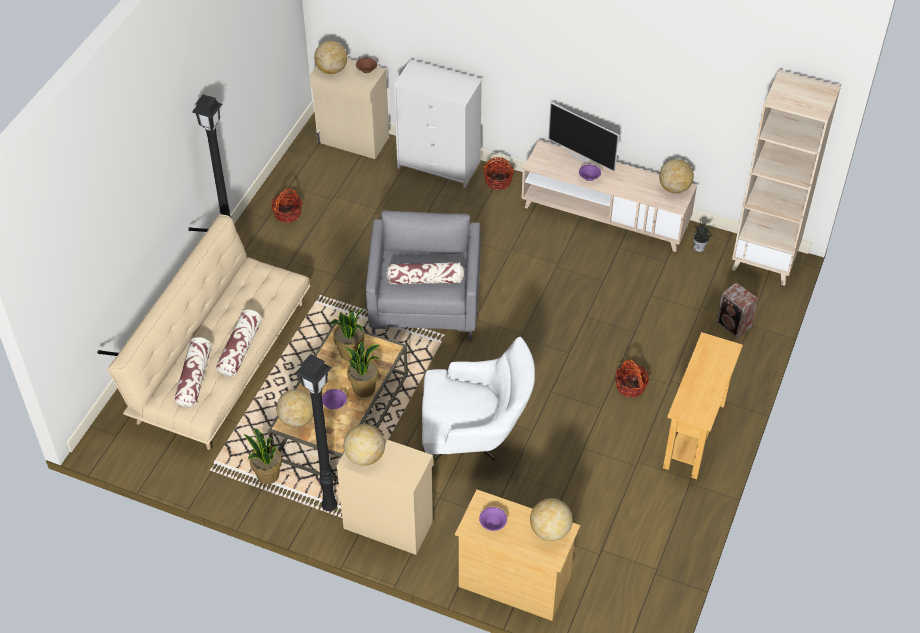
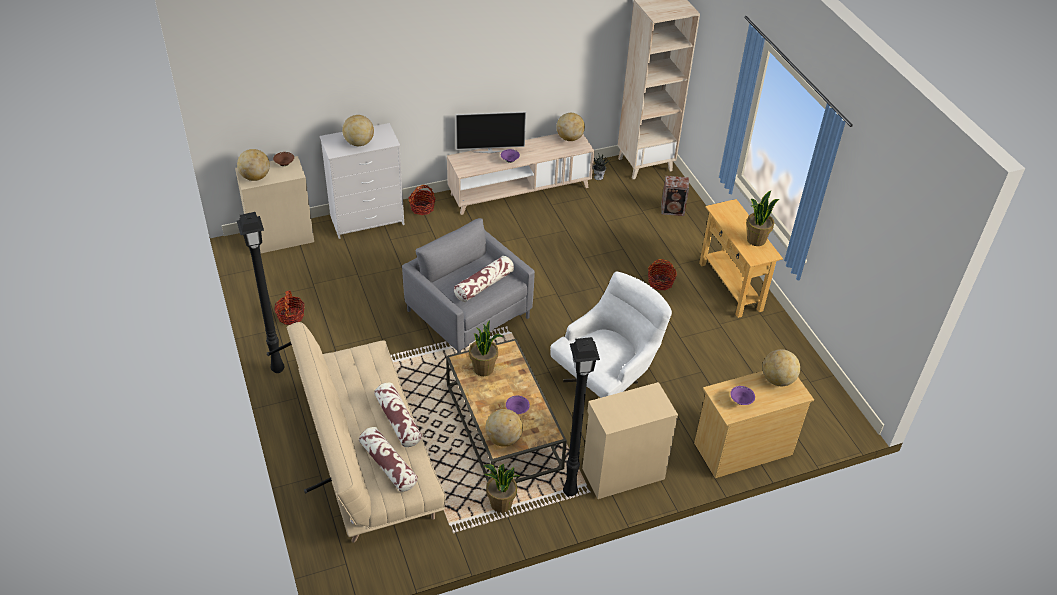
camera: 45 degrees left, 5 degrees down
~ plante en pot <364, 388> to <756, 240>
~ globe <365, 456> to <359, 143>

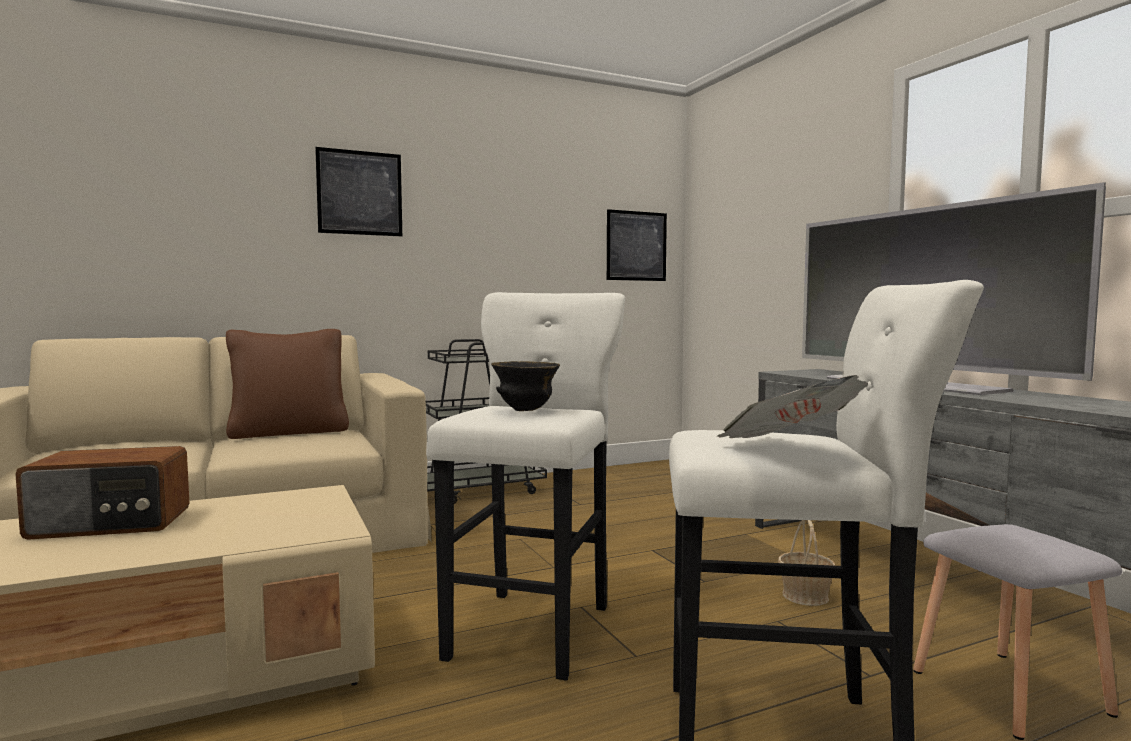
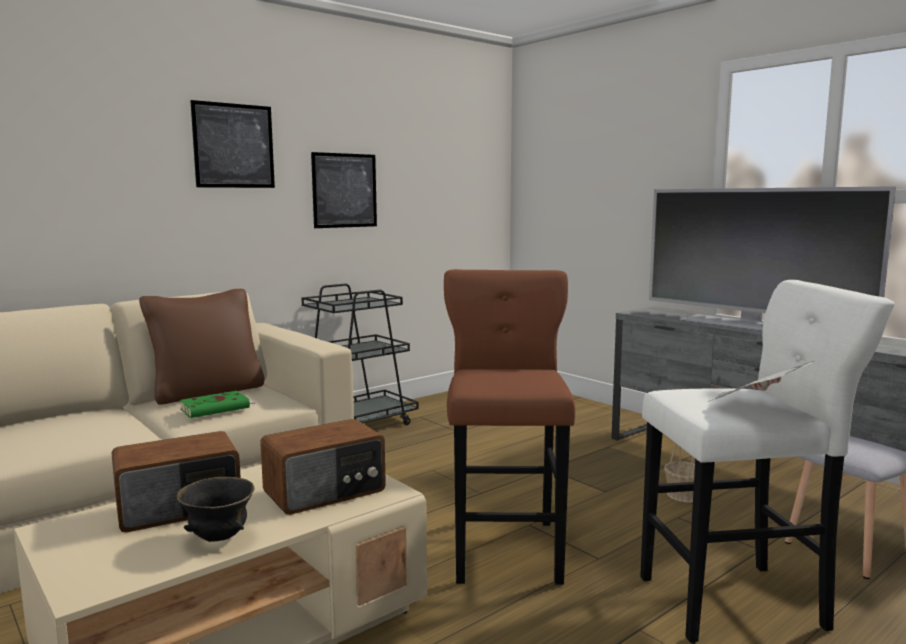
camera: 15 degrees left, 5 degrees up
~ tabouret (blanc) <533, 627> to tabouret (marron) <506, 547>
~ bol (noir) <525, 411> to <219, 538>
~ tableau <636, 246> to <344, 190>
+ livre (vert) <217, 408>
+ radio <326, 492>

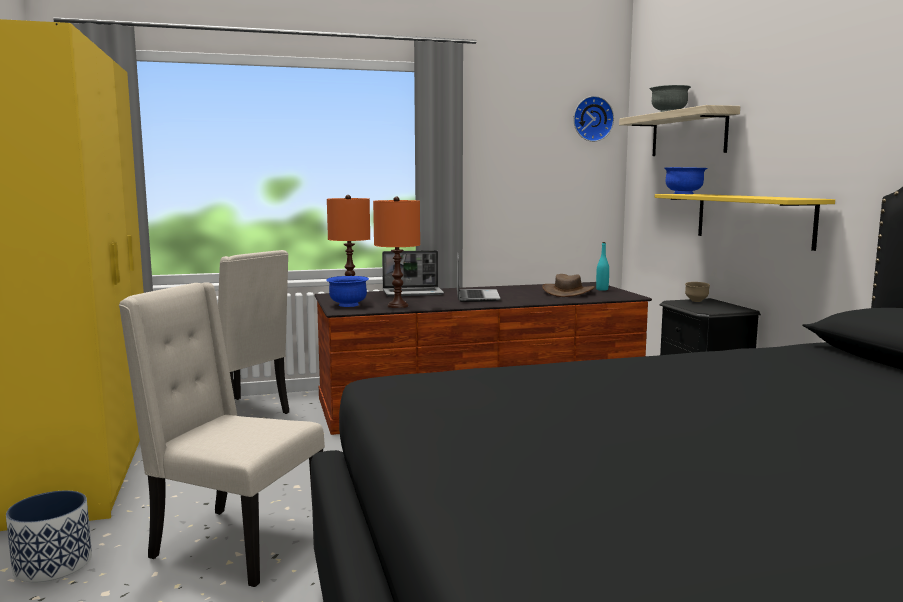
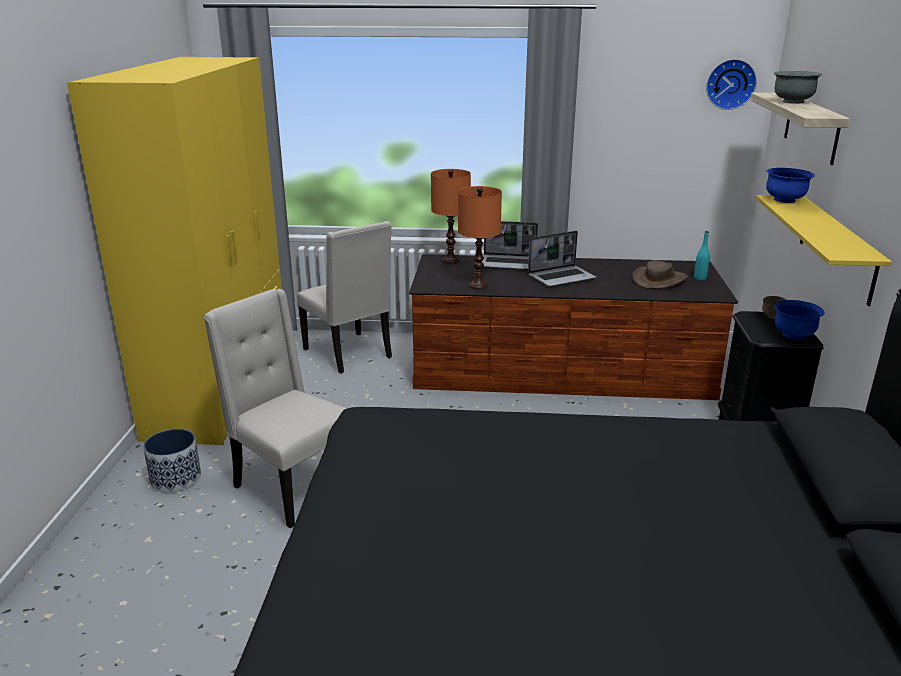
camera: 20 degrees right, 15 degrees up
~ bol (bleu) <348, 305> to <793, 335>
~ ordinateur portable <476, 297> = <562, 277> 45 degrees clockwise

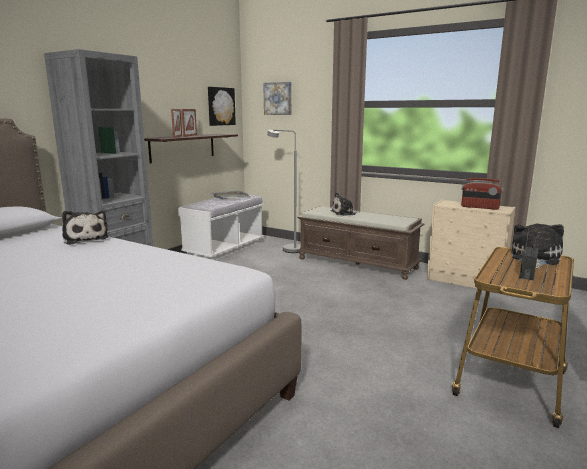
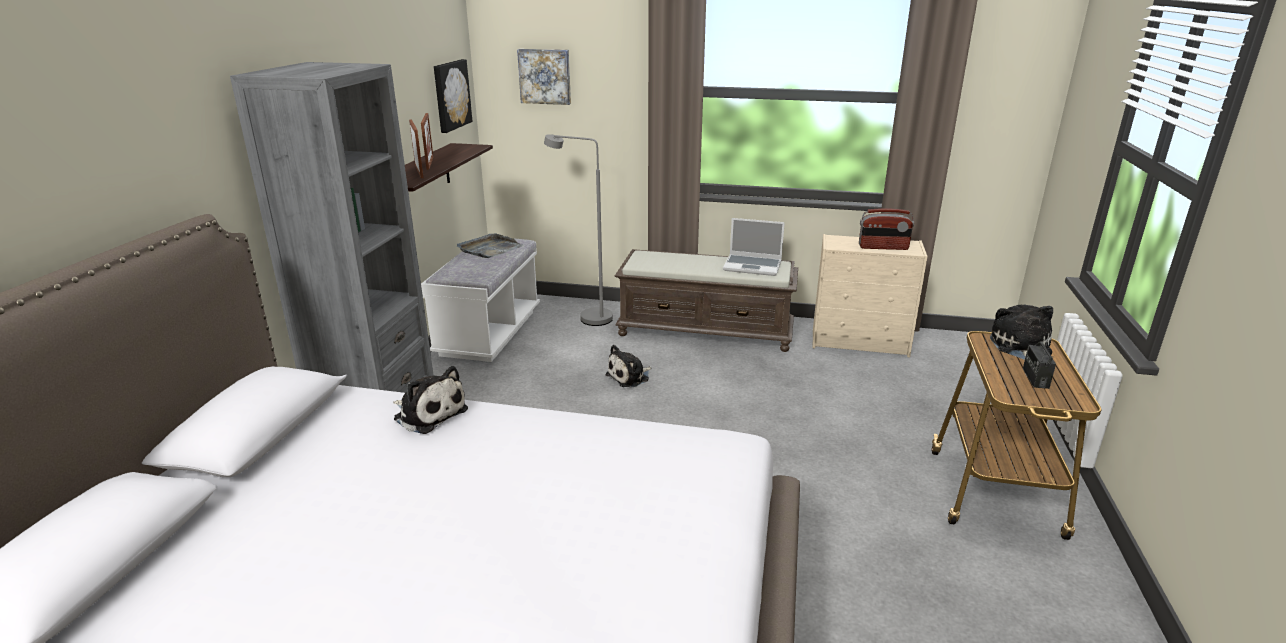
camera: 20 degrees left, 10 degrees up
~ peluche <344, 213> to <630, 377>
+ ordinateur portable <753, 266>

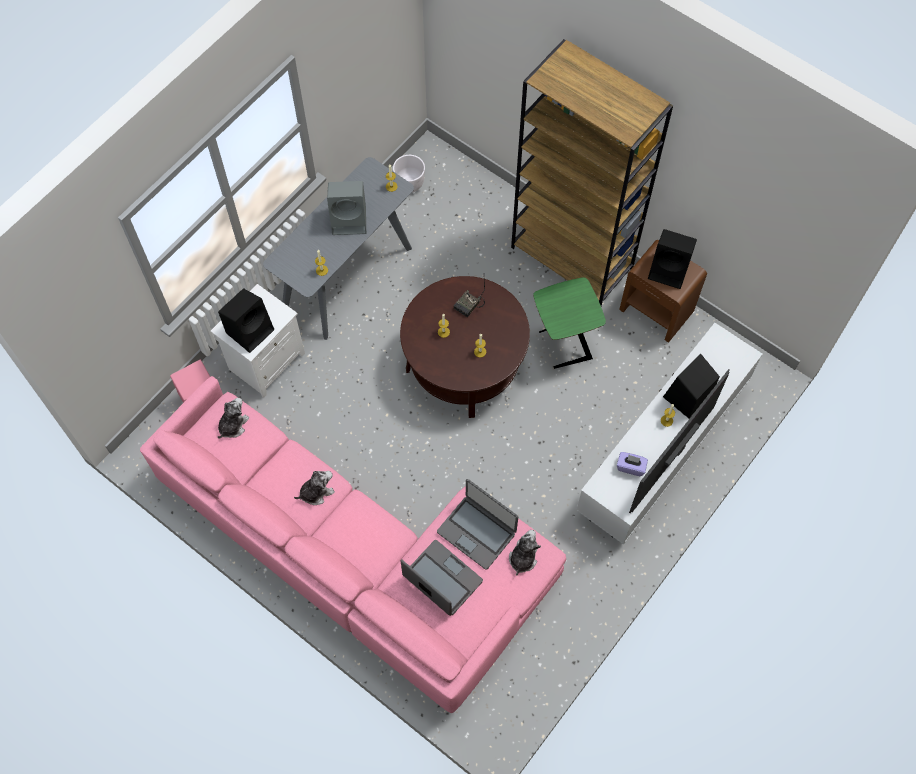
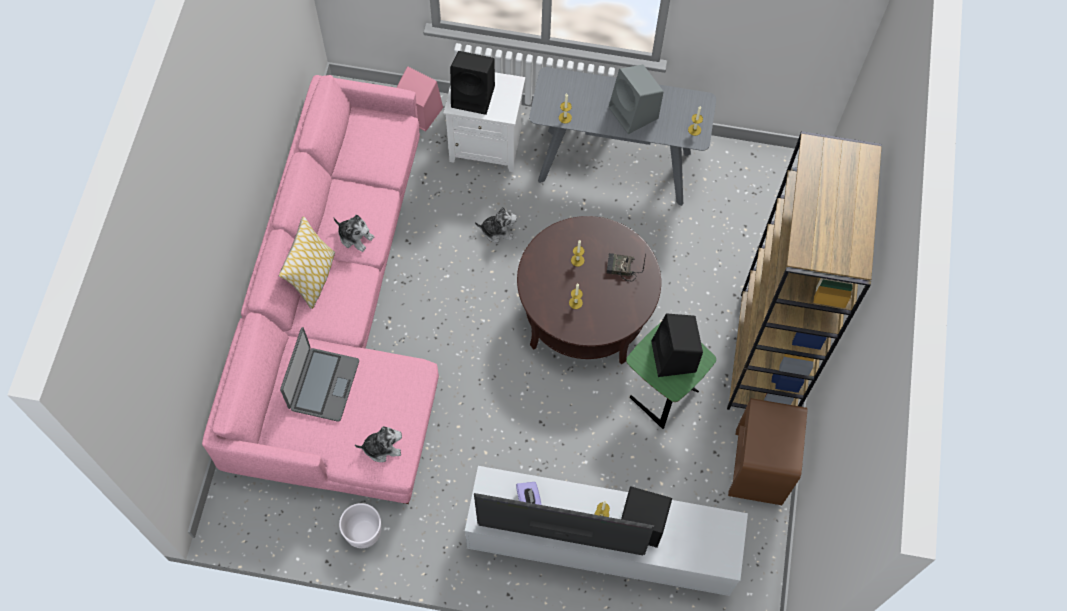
camera: 60 degrees right, 0 degrees up
~ peluche <233, 425> to <497, 230>
~ cache-pot (blanc) <409, 184> to <363, 532>
- ordinateur portable <477, 532>
~ enceinte (noir) <670, 270> to <674, 358>
+ coussin <313, 278>

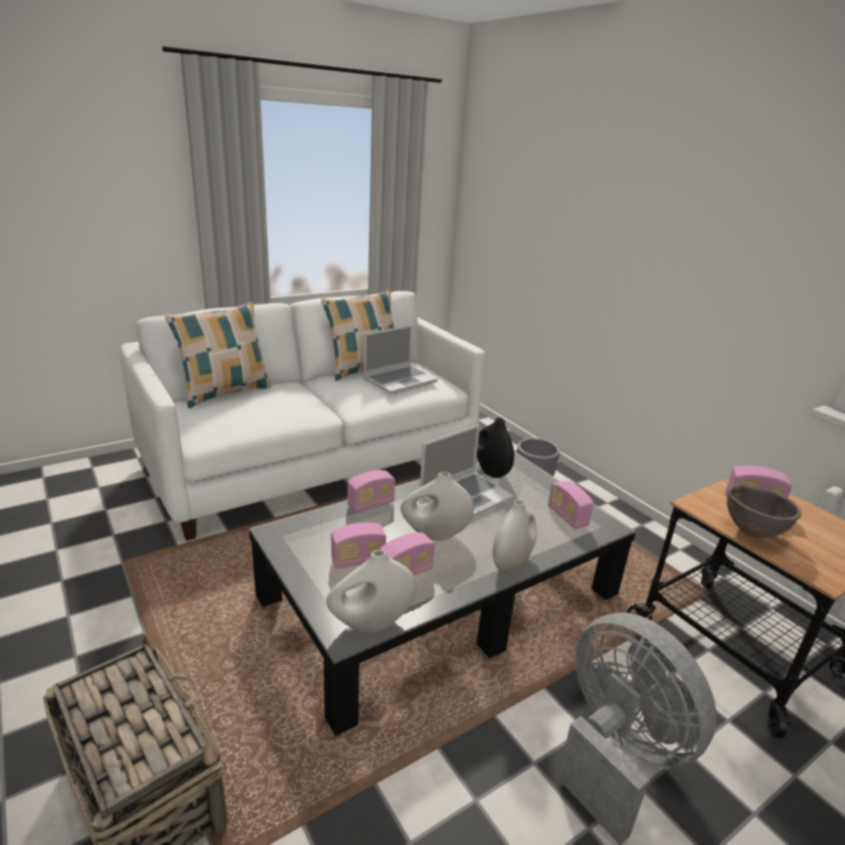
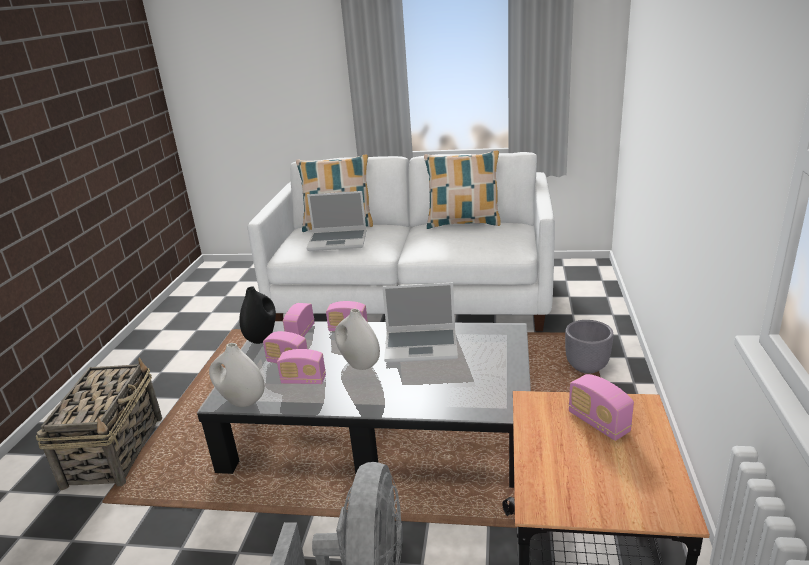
camera: 45 degrees right, 0 degrees up
~ ordinateur portable <400, 380> to <338, 241>
~ vase (noir) <491, 471> to <262, 337>
- vase (blanc) <511, 564>
~ radio <567, 517> to <300, 333>
- bol (marron) <752, 532>

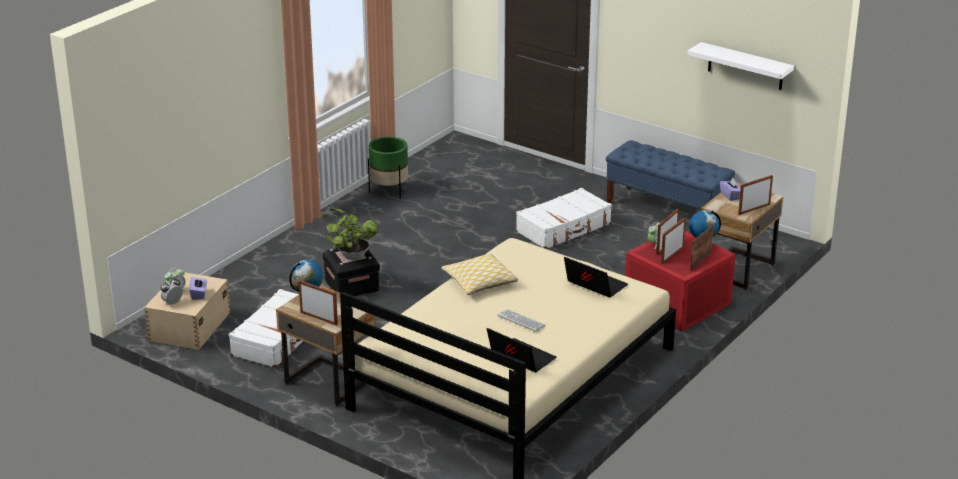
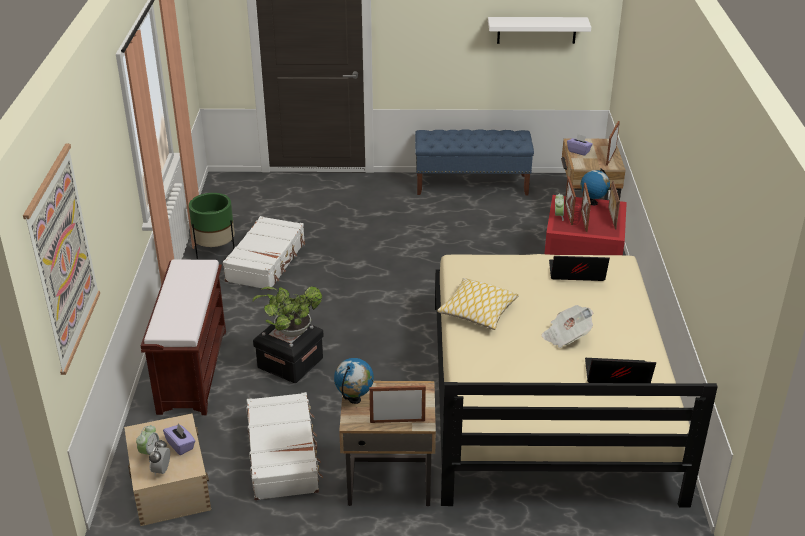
camera: 35 degrees left, 5 degrees up
~ clavier <521, 321> to journal <566, 336>
~ valise (blanc) <564, 228> to <267, 262>
+ tableau <63, 258>
+ banc (marron) <192, 370>

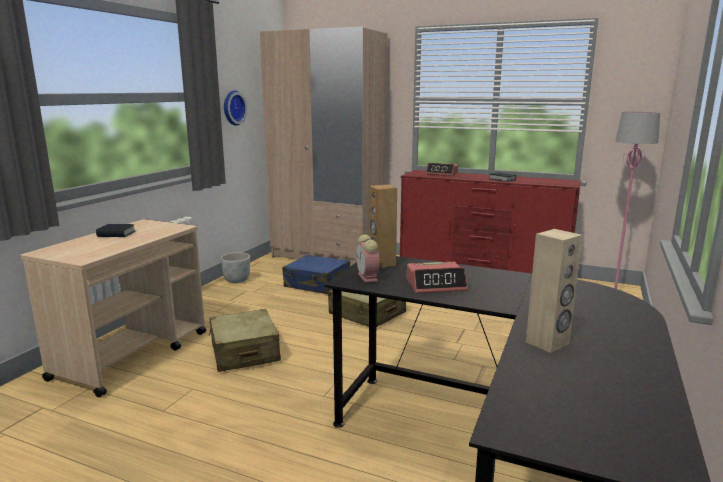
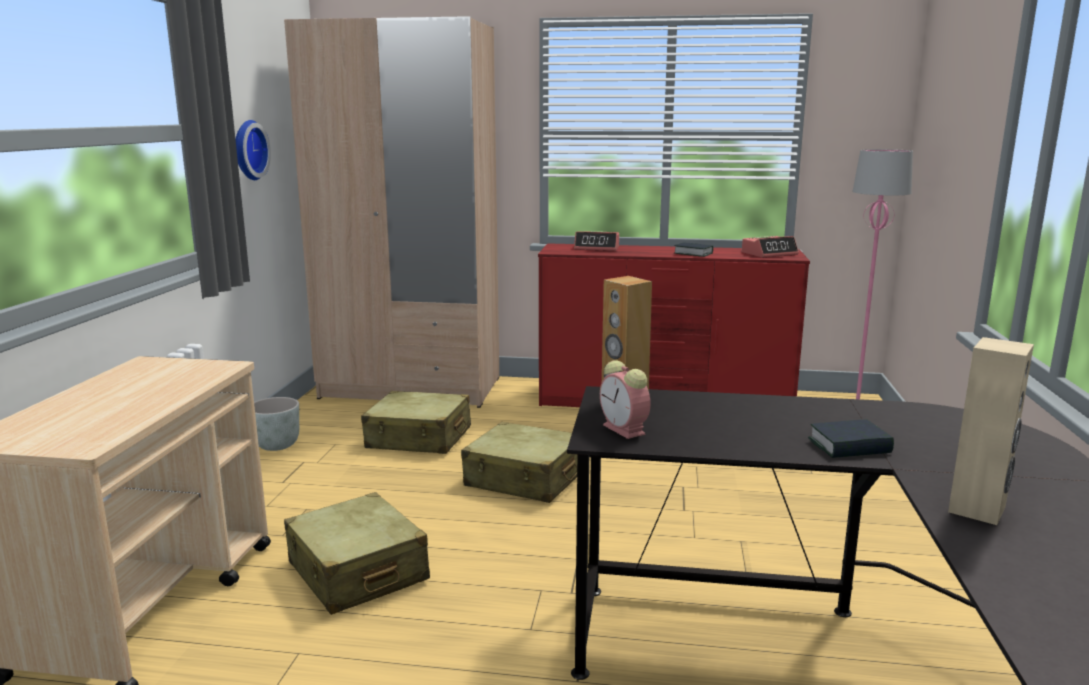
camera: 15 degrees left, 0 degrees up
~ livre <116, 234> to <849, 446>
~ valise (bleu) <317, 284> to valise (beige) <419, 438>
~ réveil <436, 285> to <769, 254>

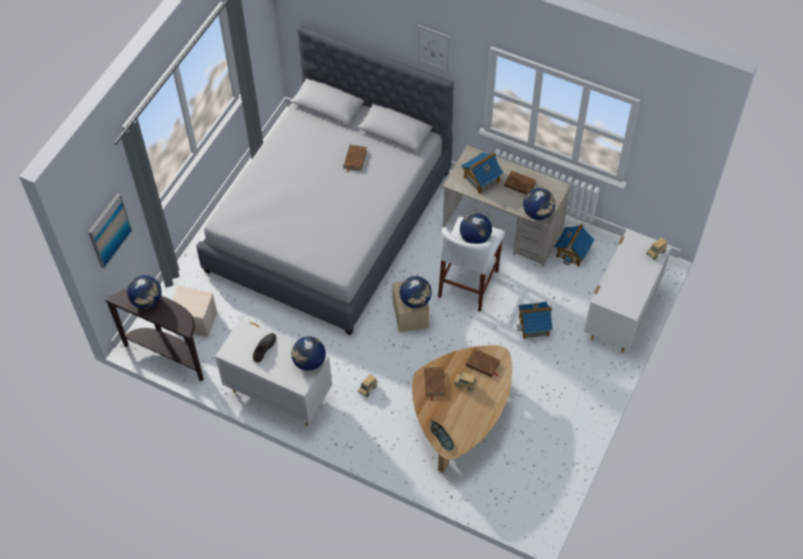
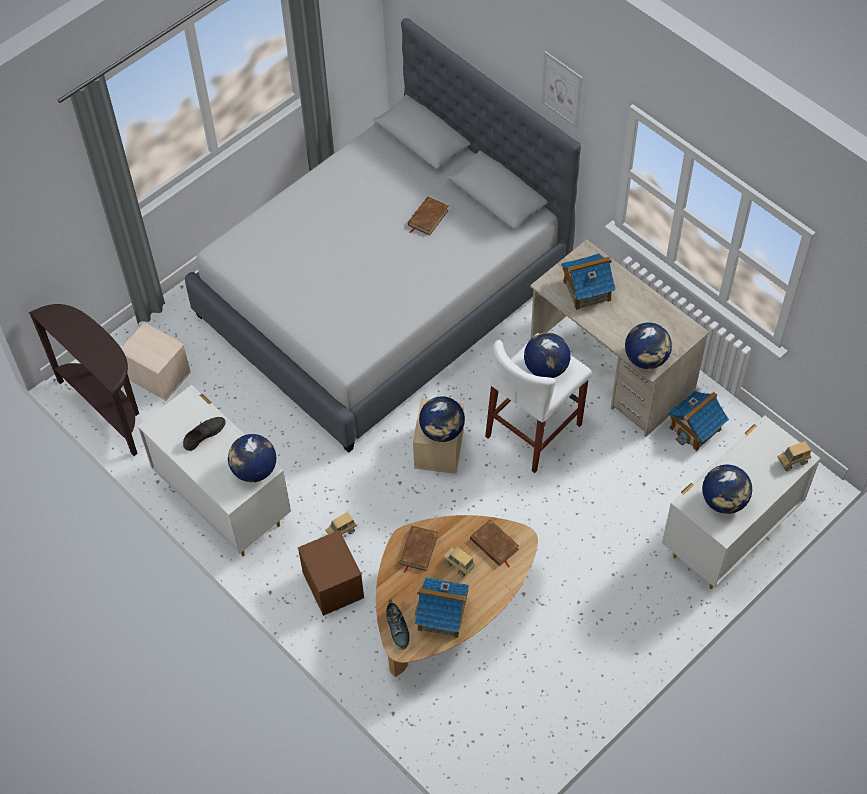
camera: 20 degrees right, 0 degrees up
- tableau <109, 230>
~ globe <147, 301> to <724, 501>
- livre (marron) <520, 185>
~ maison miniature <534, 326> to <442, 615>
+ boîte de rangement (marron) <334, 585>

